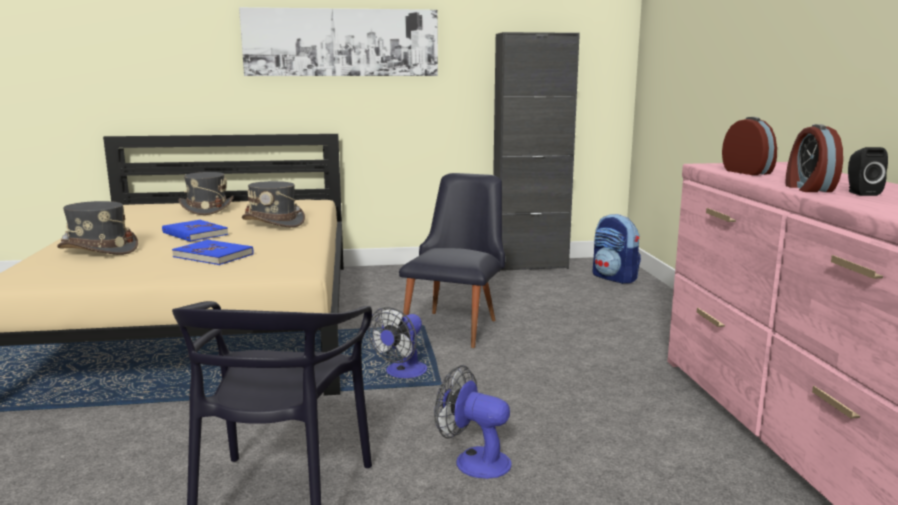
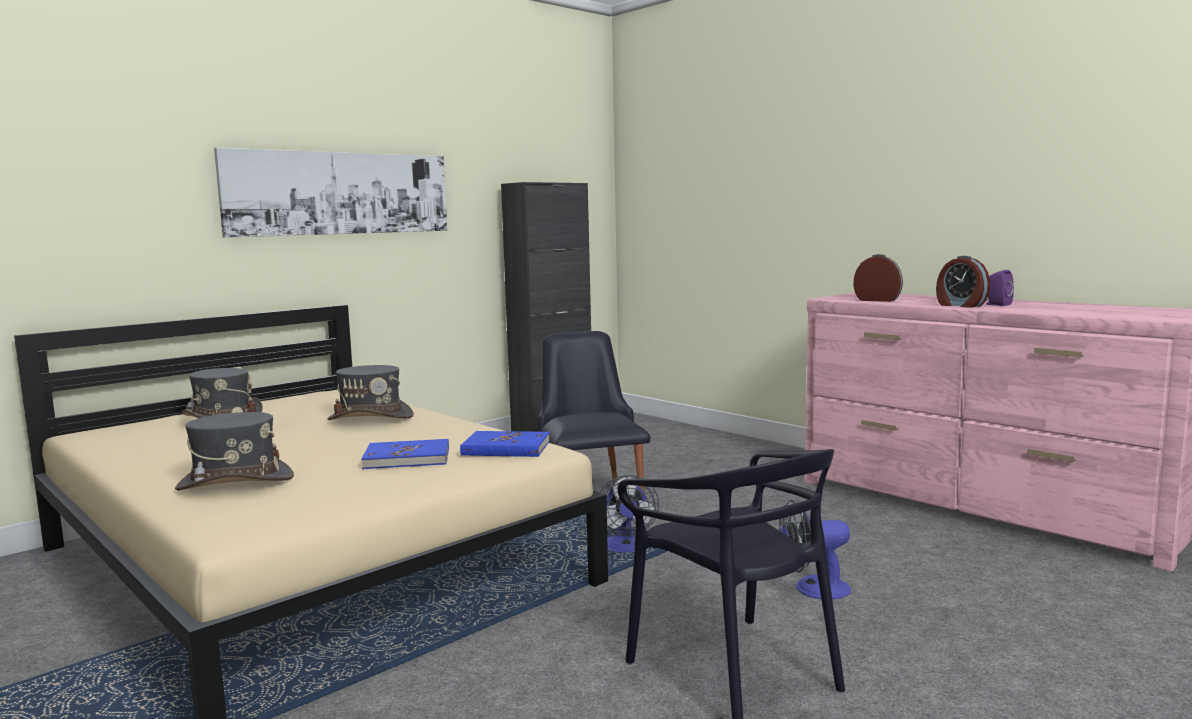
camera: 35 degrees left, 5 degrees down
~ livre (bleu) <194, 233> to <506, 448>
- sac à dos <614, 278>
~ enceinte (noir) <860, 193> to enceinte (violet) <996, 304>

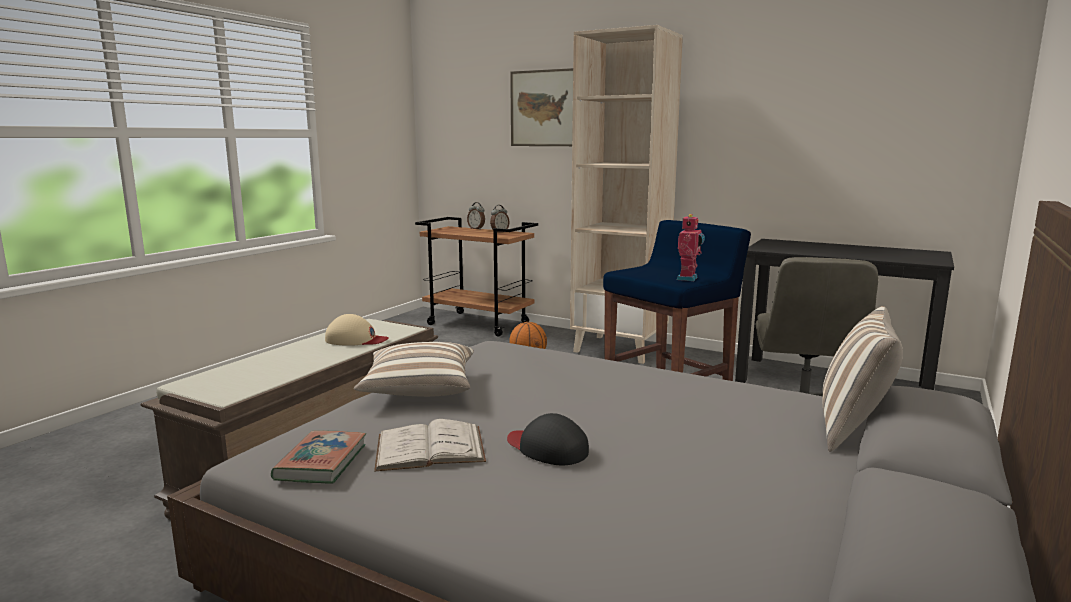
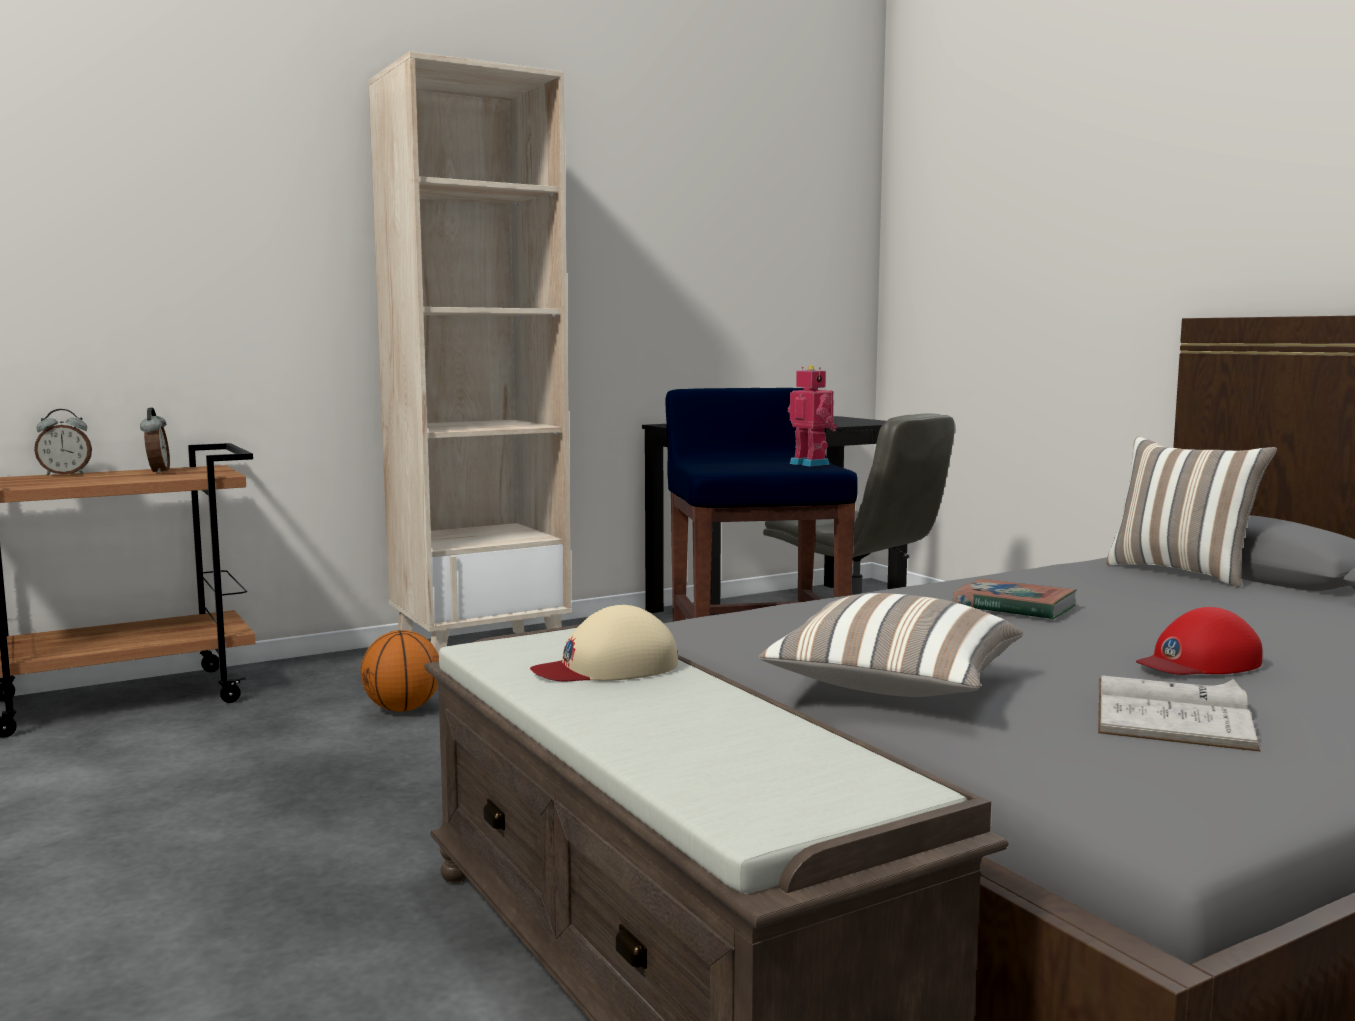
camera: 60 degrees left, 5 degrees down
~ livre <321, 462> to <1014, 607>
~ casquette (beige) <356, 340> = <608, 667> 150 degrees counterclockwise
~ casquette (noir) <547, 448> to casquette (rouge) <1198, 662>
- tableau <543, 108>

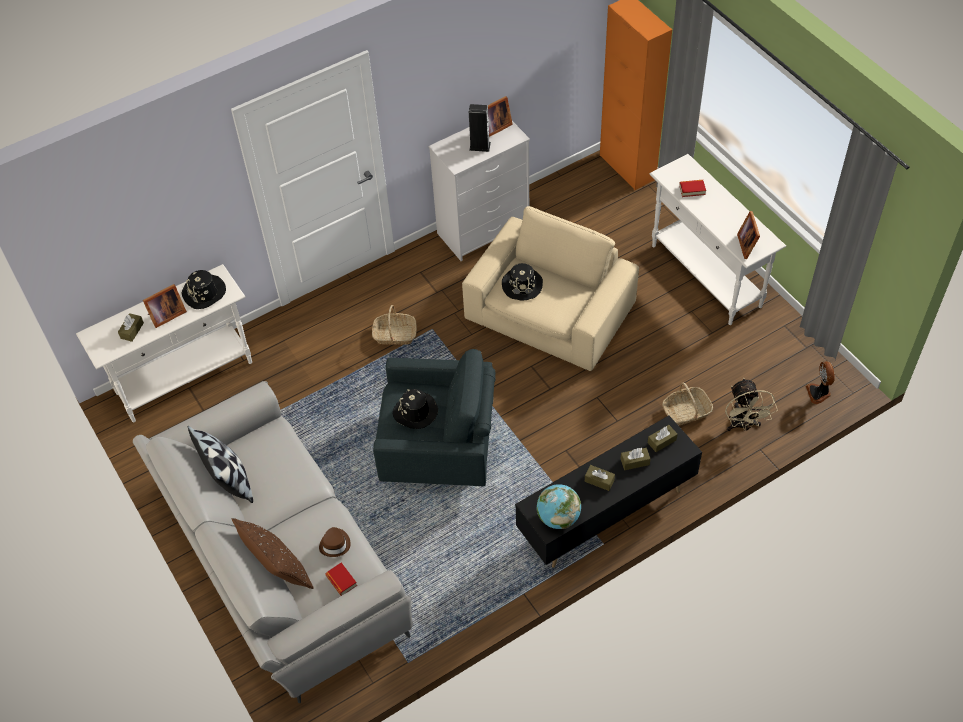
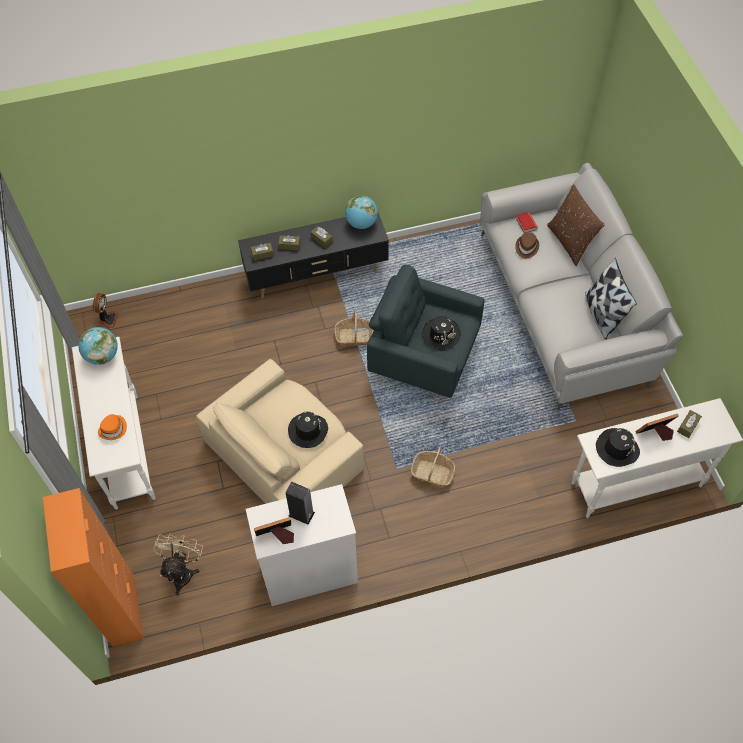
camera: 165 degrees left, 5 degrees up
~ panier <686, 411> to <354, 336>
~ livre <692, 190> to chapeau (orange) <113, 429>
~ ventilateur (beige) <742, 425> to <183, 571>
~ cadre photo <748, 244> to globe <102, 356>

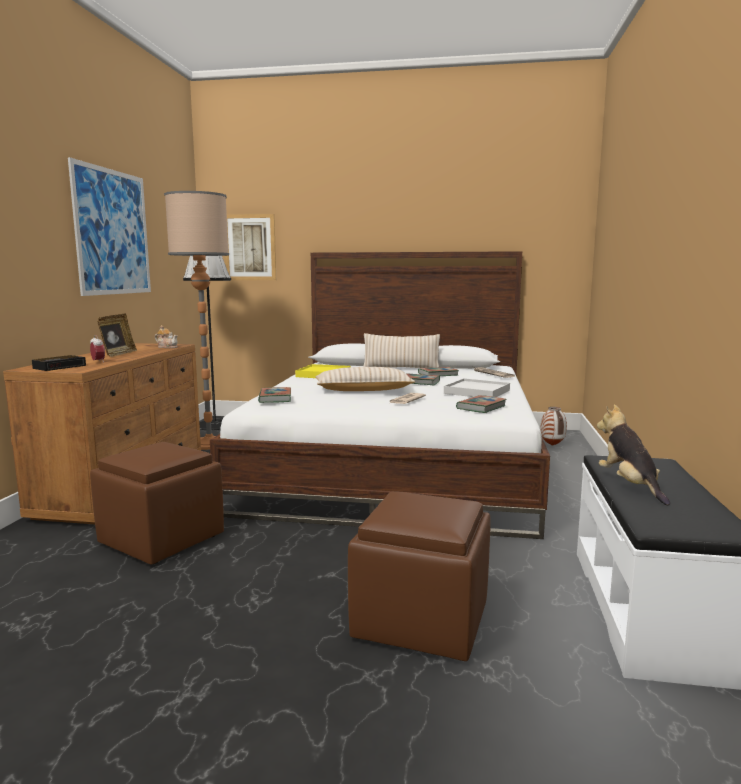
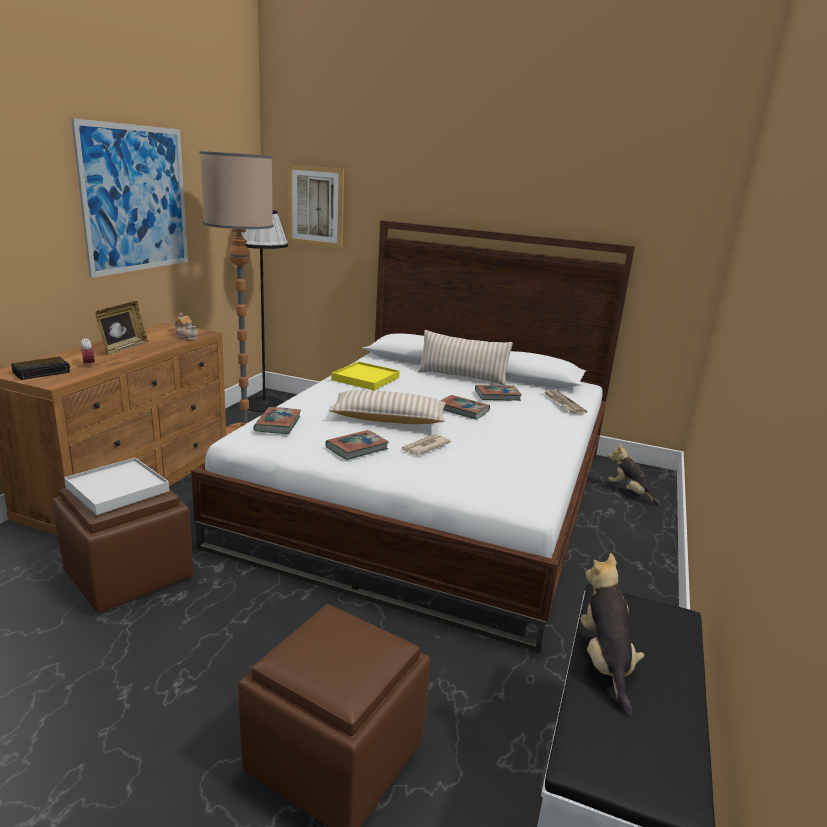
camera: 10 degrees right, 10 degrees up
~ plateau (blanc) <477, 392> to <118, 489>
~ livre <481, 407> to <357, 448>
~ vase <552, 445> to peluche <630, 492>

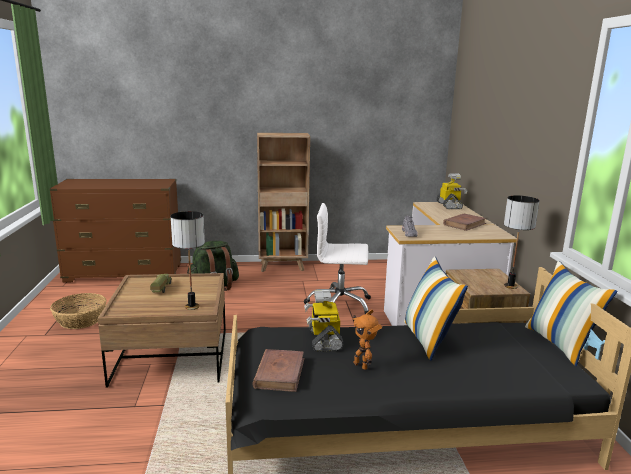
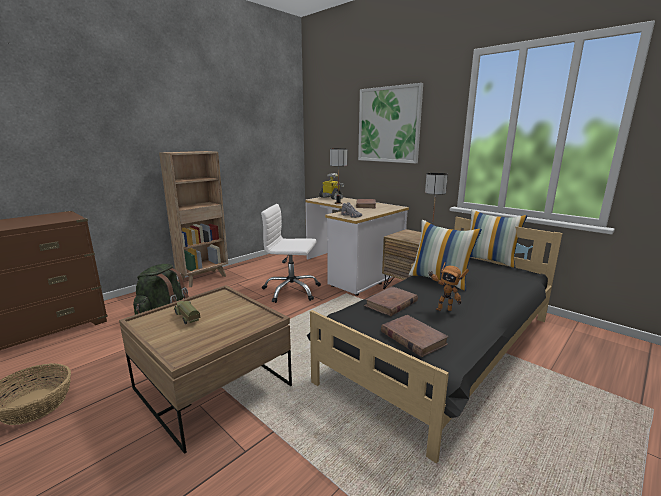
camera: 40 degrees left, 0 degrees up
~ lampe de table <192, 306> to <338, 203>
~ chaise de bureau (blanc) <339, 305> = <291, 291> 45 degrees clockwise
~ robot jouet <324, 339> to livre (marron) <391, 304>
+ tableau <388, 125>

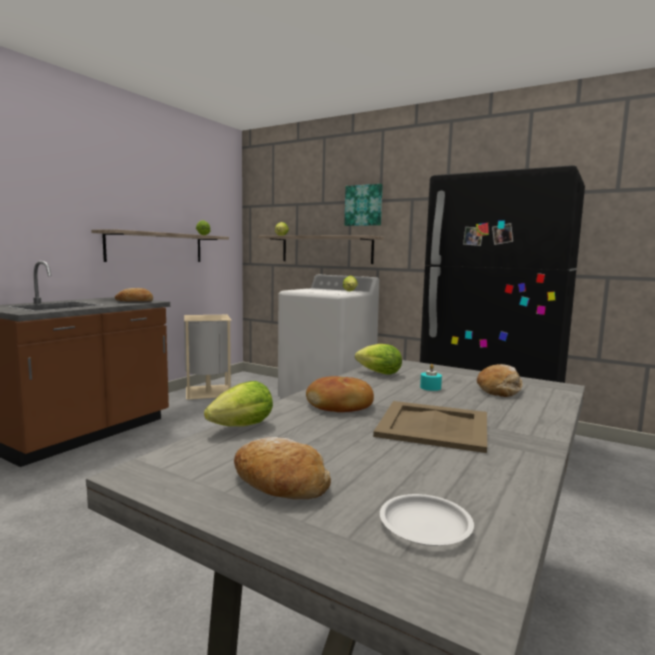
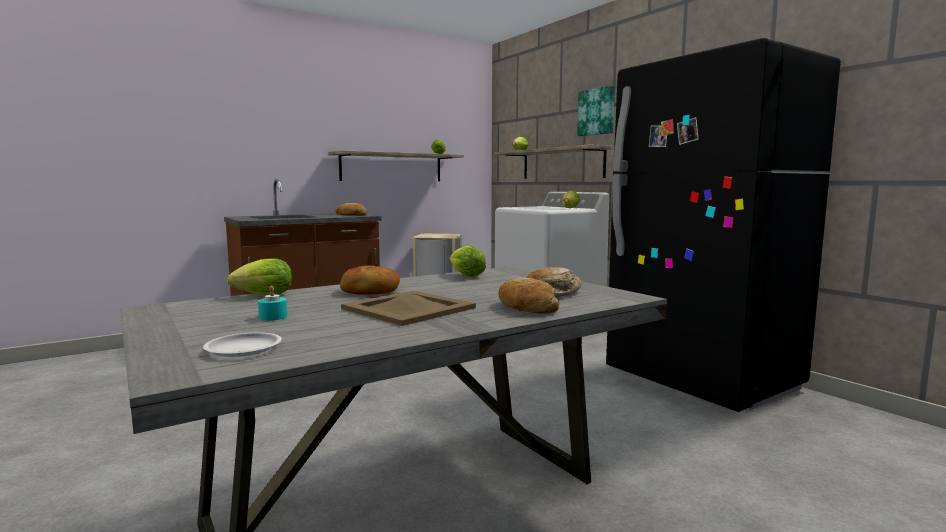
camera: 25 degrees right, 0 degrees up
~ pain <279, 484> to <526, 308>
~ bougie (turquoise) <430, 387> to <273, 317>

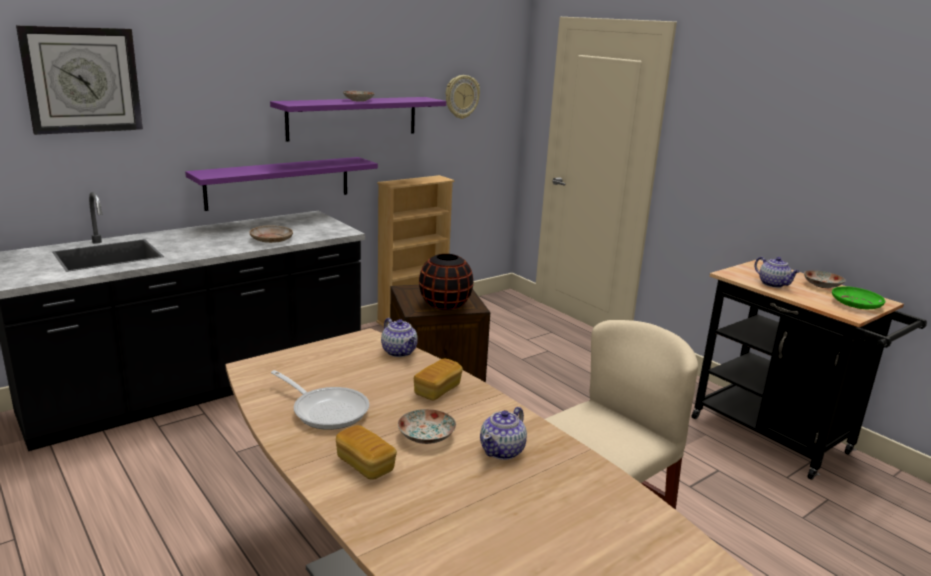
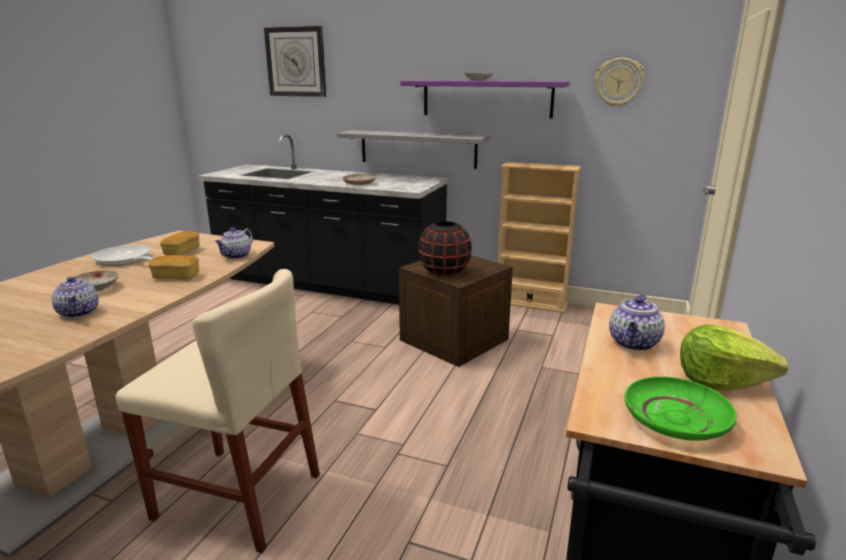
camera: 60 degrees right, 0 degrees up
~ étagère (violet) <279, 182> to étagère (gris) <417, 149>
~ poêle <326, 410> = <125, 260> 120 degrees clockwise
~ pain <365, 465> to <182, 252>
~ théière <503, 450> = <79, 312> 120 degrees counterclockwise
~ assiette <821, 285> to laitue <720, 381>

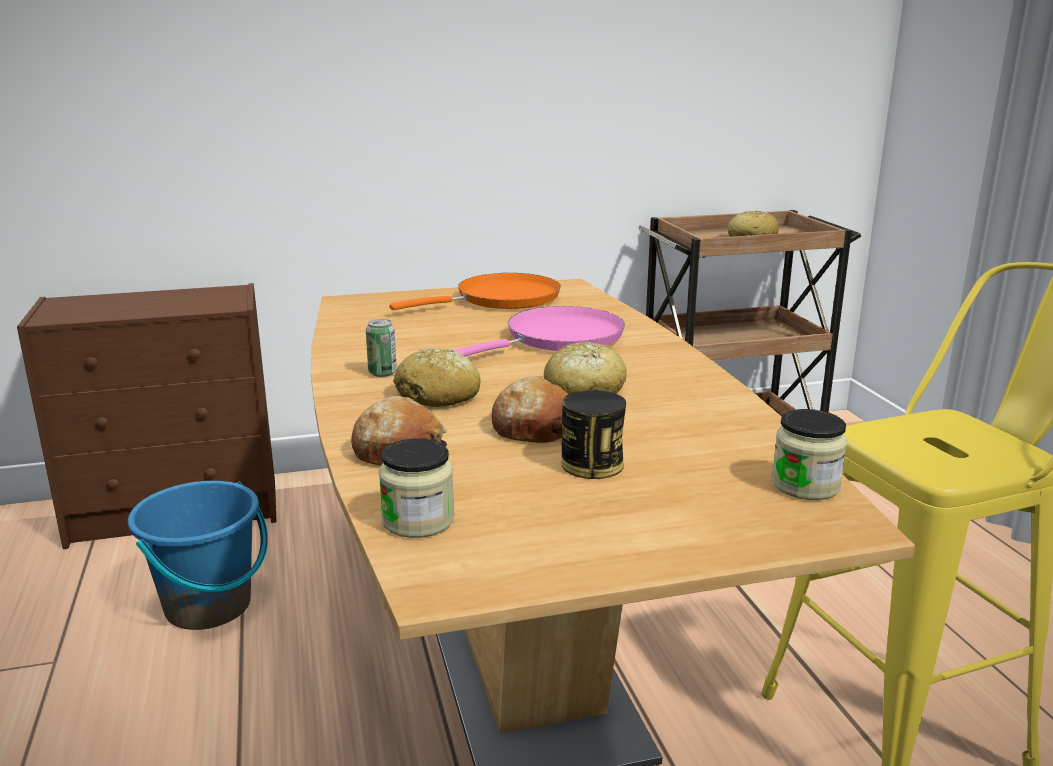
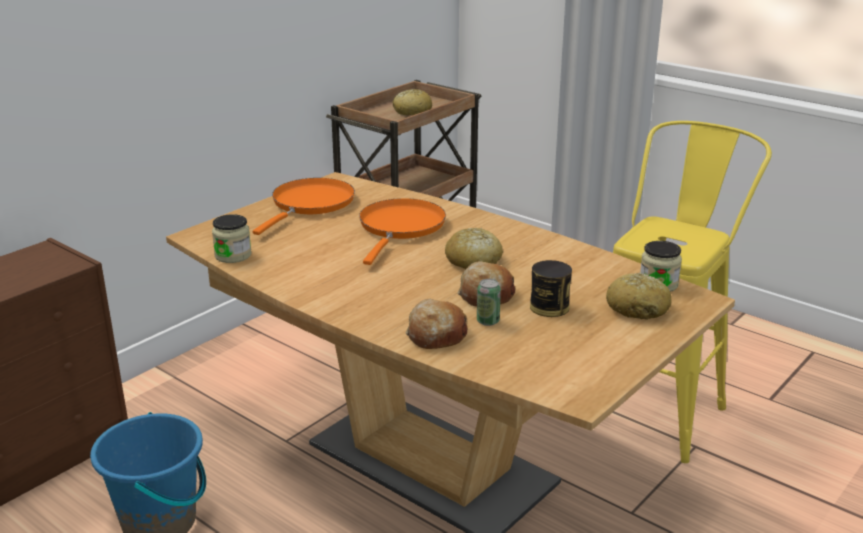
camera: 35 degrees left, 5 degrees up
~ boîte métallique <382, 373> to <488, 321>
~ bocal <418, 520> to <233, 255>
~ pain <438, 396> to <638, 308>
~ poêle (rose) <558, 338> to poêle (orange) <400, 227>

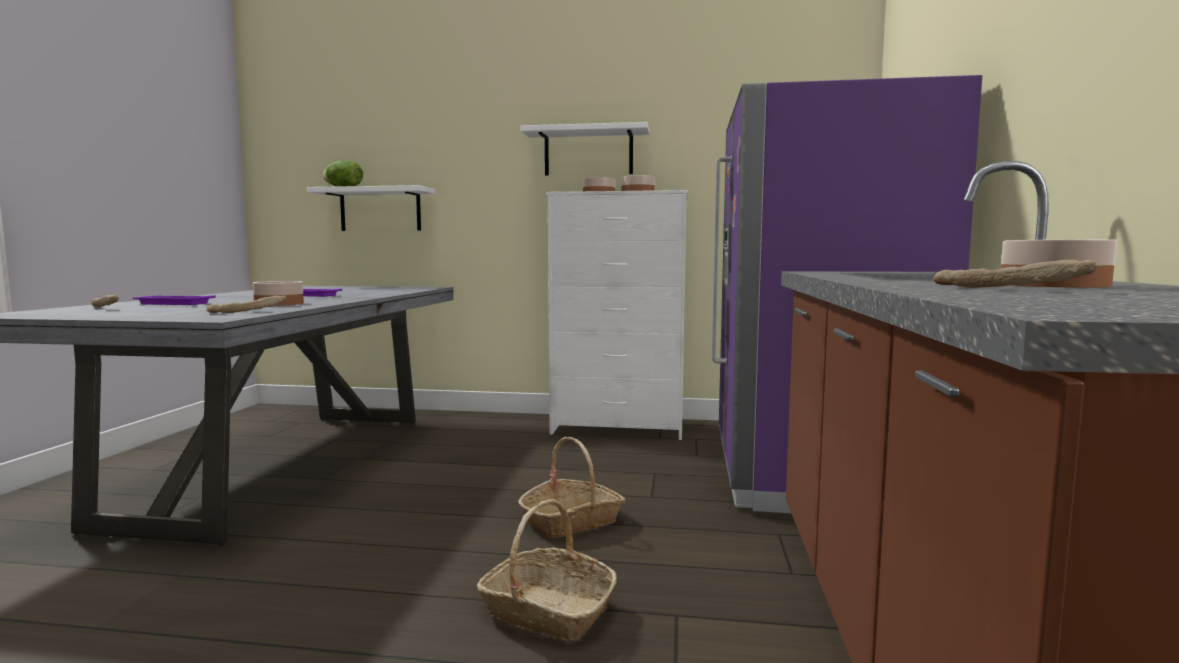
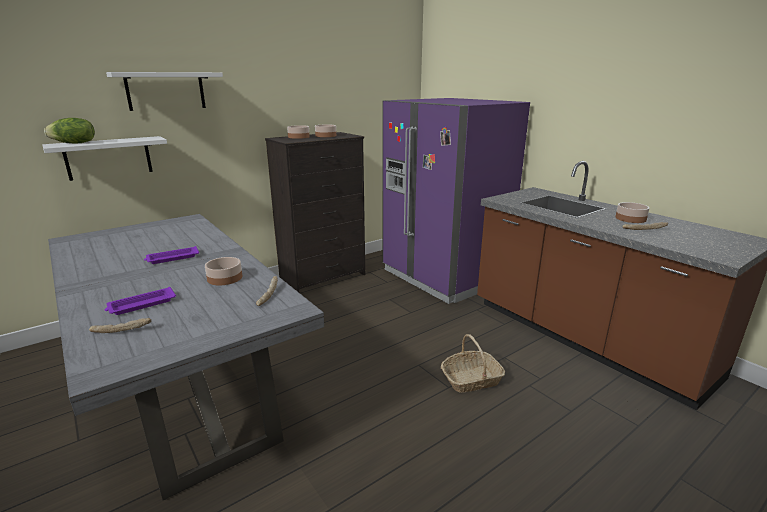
camera: 45 degrees left, 15 degrees up
- panier <572, 521>
~ étagère (blanc) <588, 152> to <166, 91>
~ commode (blanc) <619, 428> to commode (noir) <324, 277>

